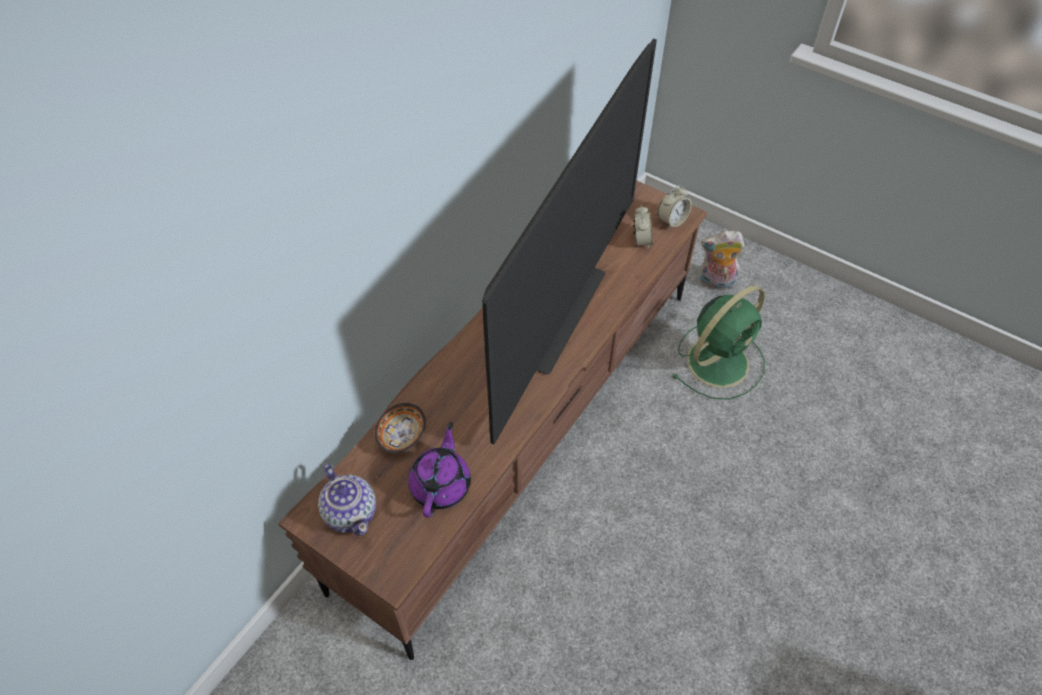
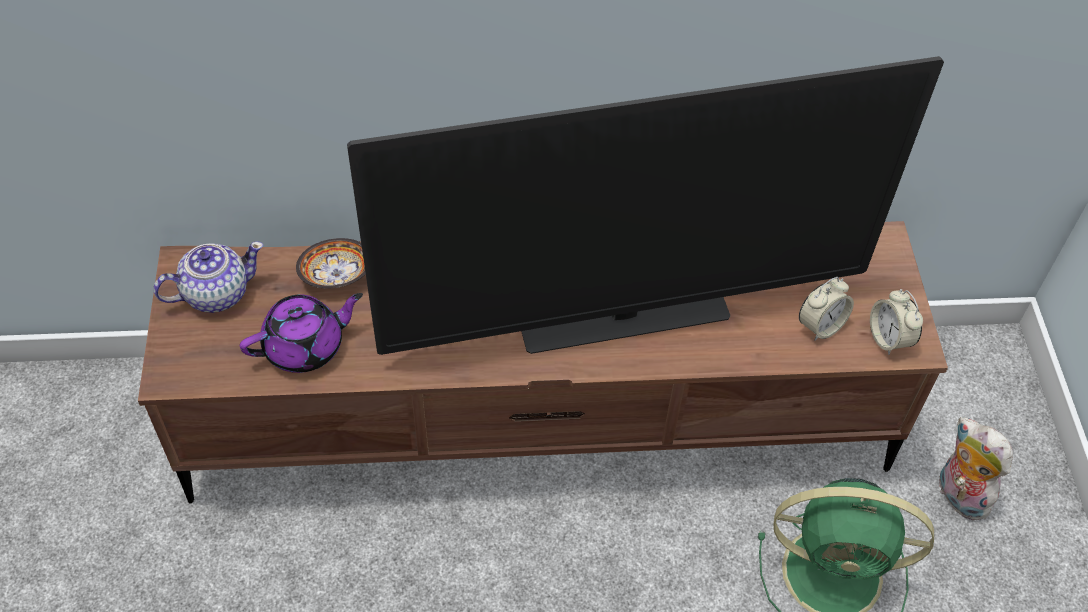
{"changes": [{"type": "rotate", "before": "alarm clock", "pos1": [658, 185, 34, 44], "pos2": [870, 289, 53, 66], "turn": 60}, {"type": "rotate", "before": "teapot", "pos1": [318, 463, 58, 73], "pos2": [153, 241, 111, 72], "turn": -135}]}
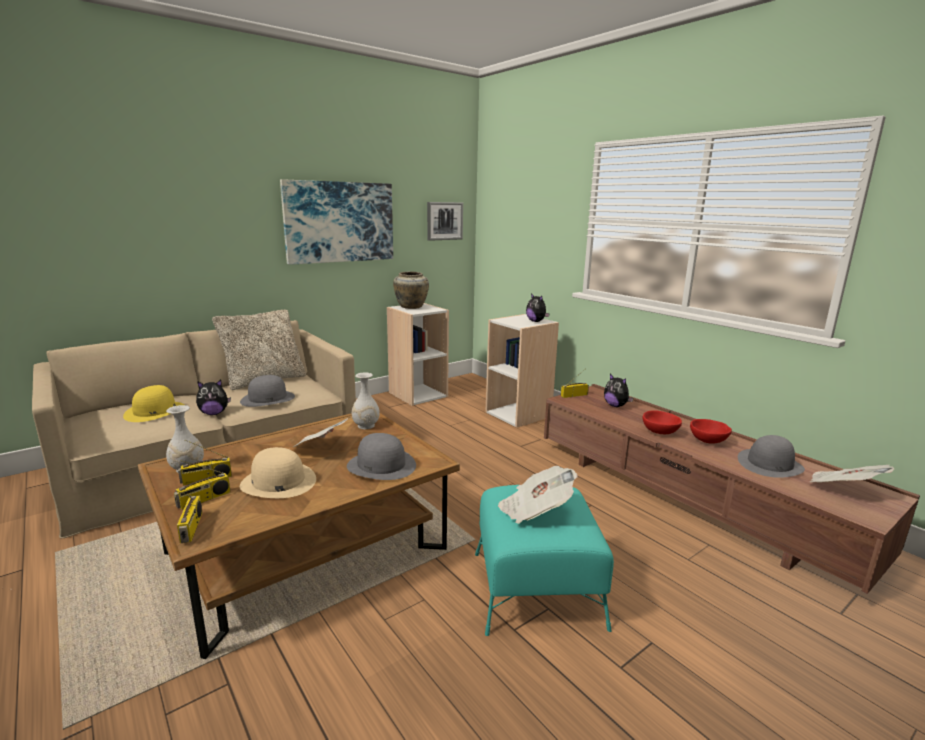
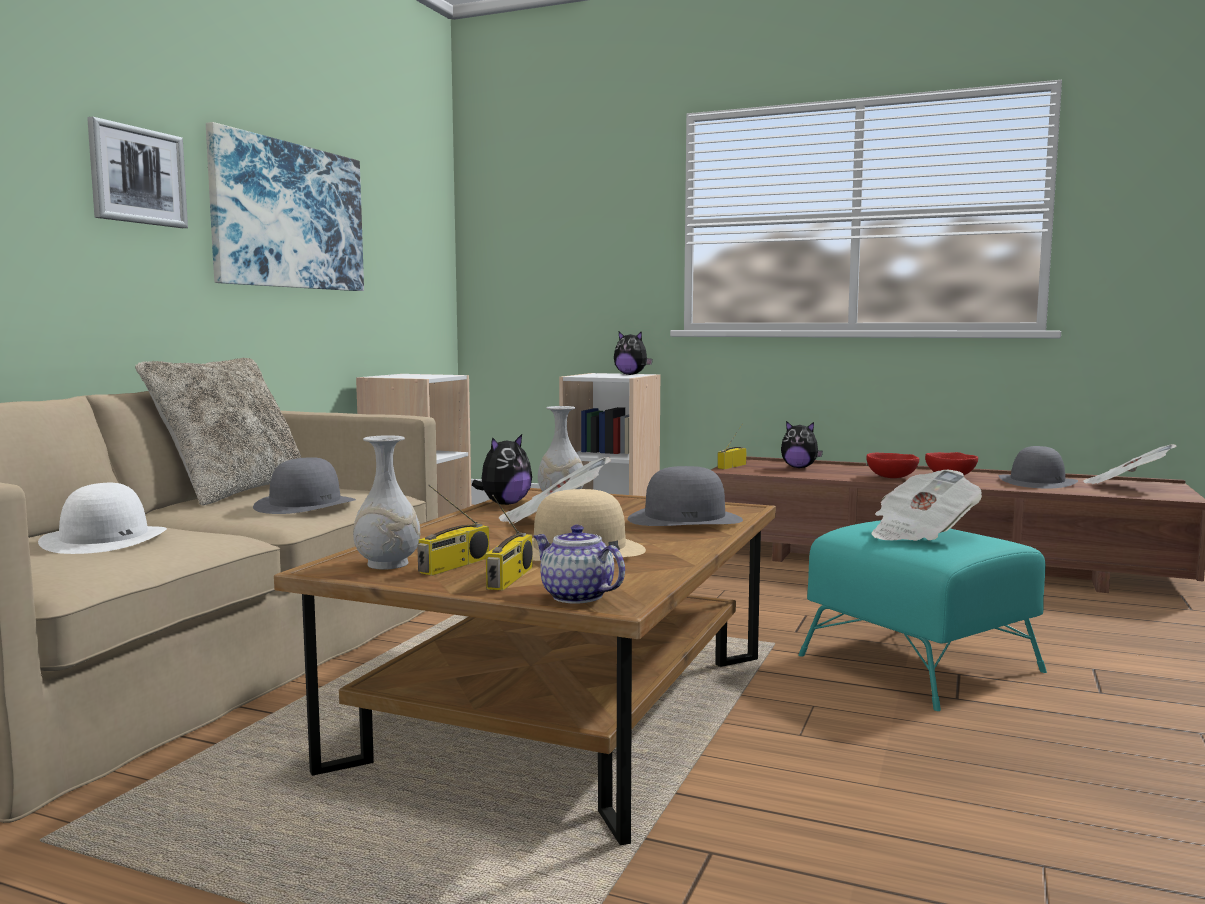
{"changes": [{"type": "move", "before": "picture", "pos1": [427, 202, 36, 39], "pos2": [87, 117, 101, 111]}, {"type": "delete", "before": "beige vase", "pos1": [393, 271, 36, 38]}, {"type": "move", "before": "plush toy", "pos1": [196, 380, 35, 35], "pos2": [472, 434, 60, 71]}, {"type": "recolor", "before": "yellow hat", "after": "white hat", "pos1": [123, 385, 61, 37], "pos2": [38, 483, 129, 71]}, {"type": "replace", "before": "radio", "after": "teapot", "pos1": [175, 490, 27, 53], "pos2": [534, 525, 91, 79]}]}
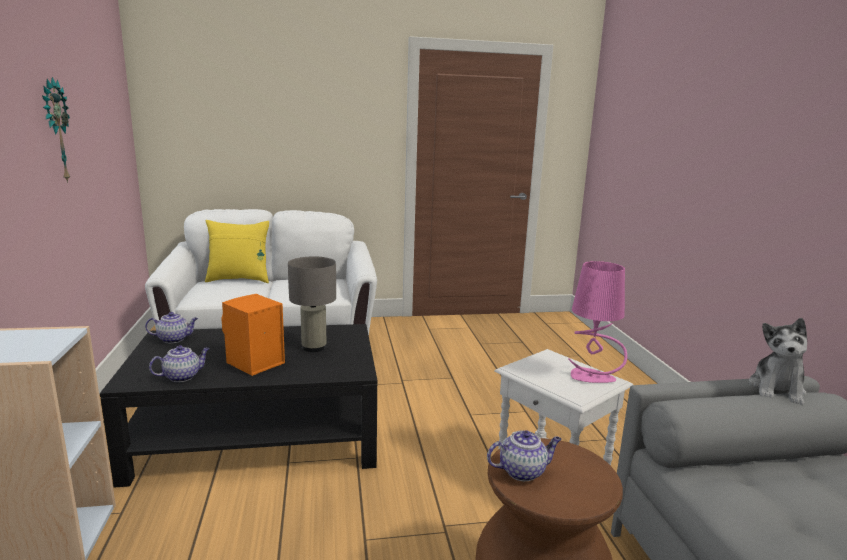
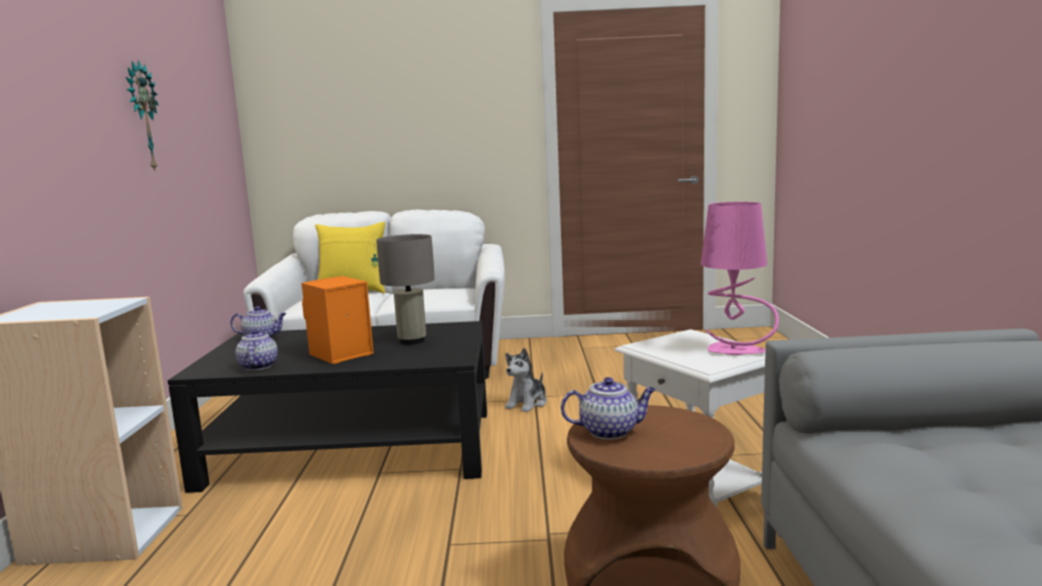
{"changes": [{"type": "move", "before": "plush toy", "pos1": [749, 318, 58, 87], "pos2": [505, 348, 42, 64]}, {"type": "rotate", "before": "teapot", "pos1": [149, 345, 61, 37], "pos2": [236, 329, 42, 41], "turn": -75}]}
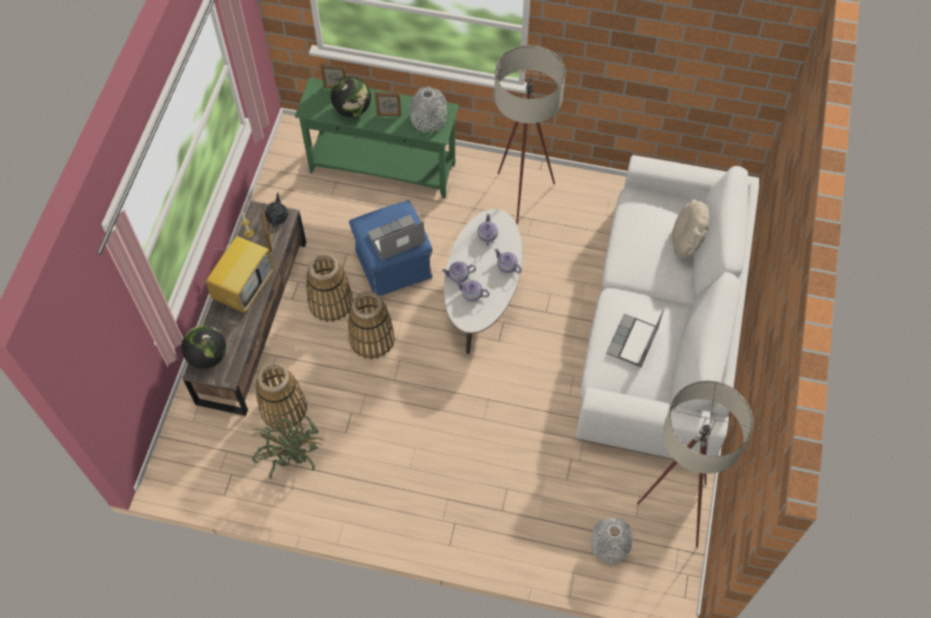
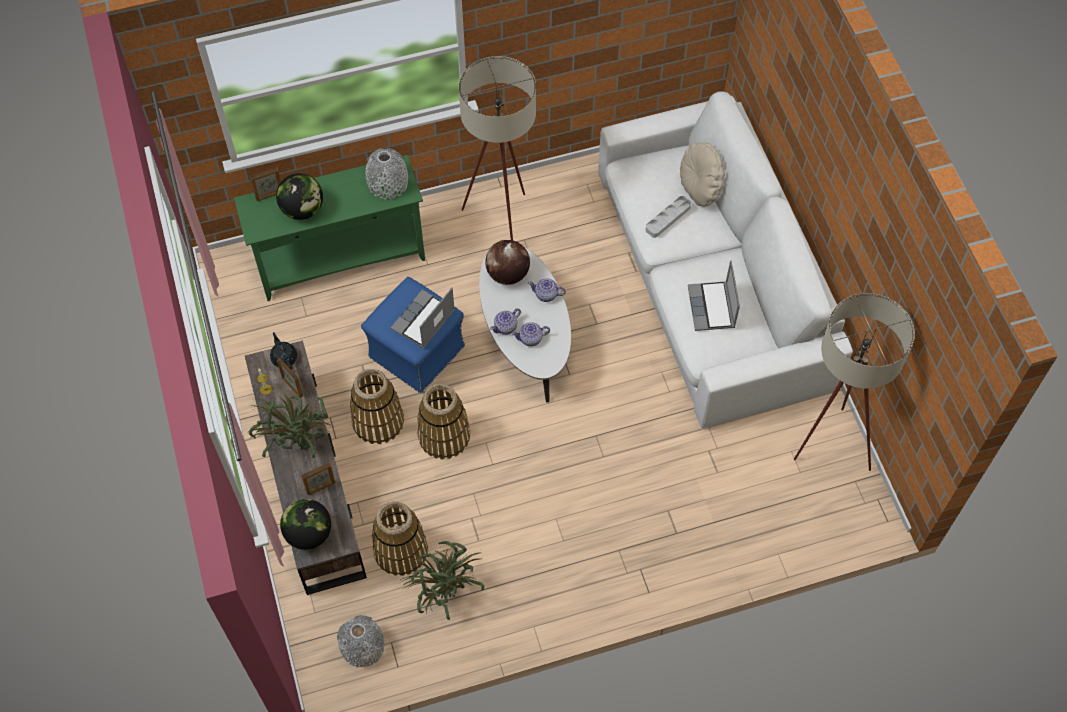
{"changes": [{"type": "move", "before": "picture frame", "pos1": [375, 92, 26, 24], "pos2": [301, 462, 34, 33]}, {"type": "replace", "before": "teapot", "after": "globe", "pos1": [478, 213, 20, 33], "pos2": [485, 240, 45, 45]}, {"type": "replace", "before": "television", "after": "potted plant", "pos1": [206, 226, 68, 87], "pos2": [248, 392, 85, 66]}, {"type": "move", "before": "grey vase", "pos1": [591, 518, 41, 46], "pos2": [337, 615, 48, 52]}, {"type": "insert", "after": "grey tray", "pos2": [646, 196, 45, 42]}]}
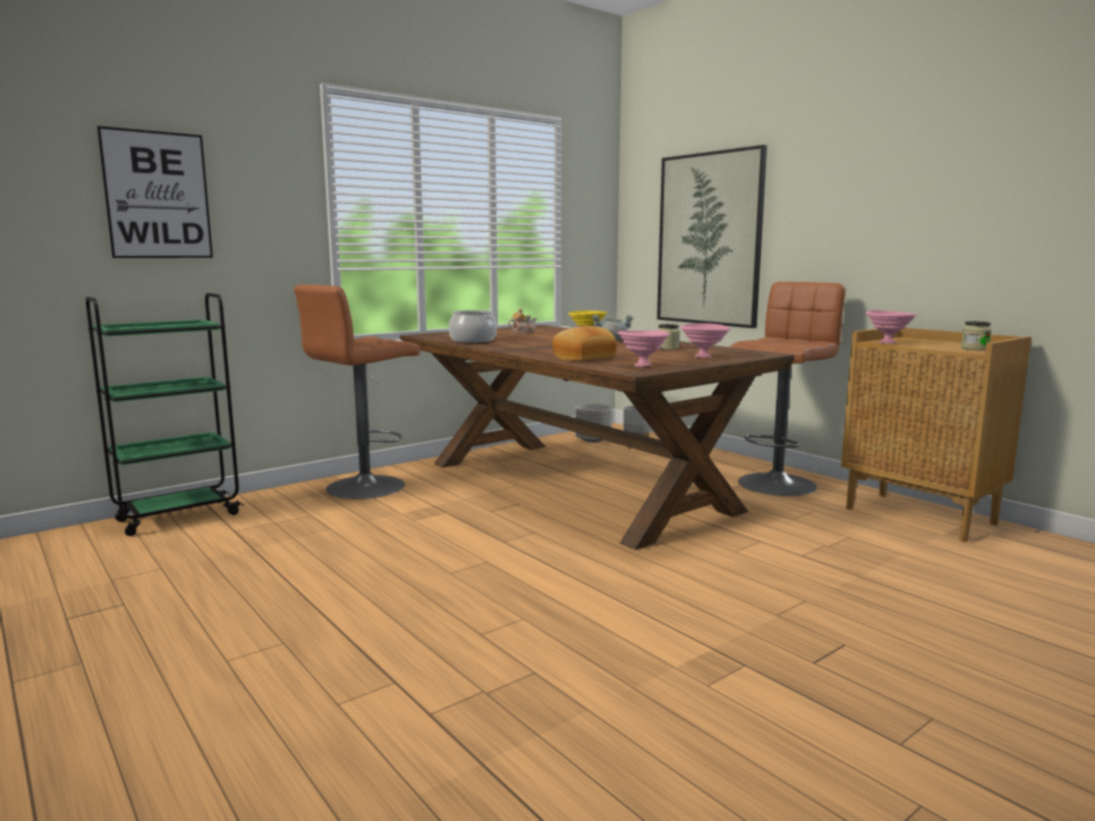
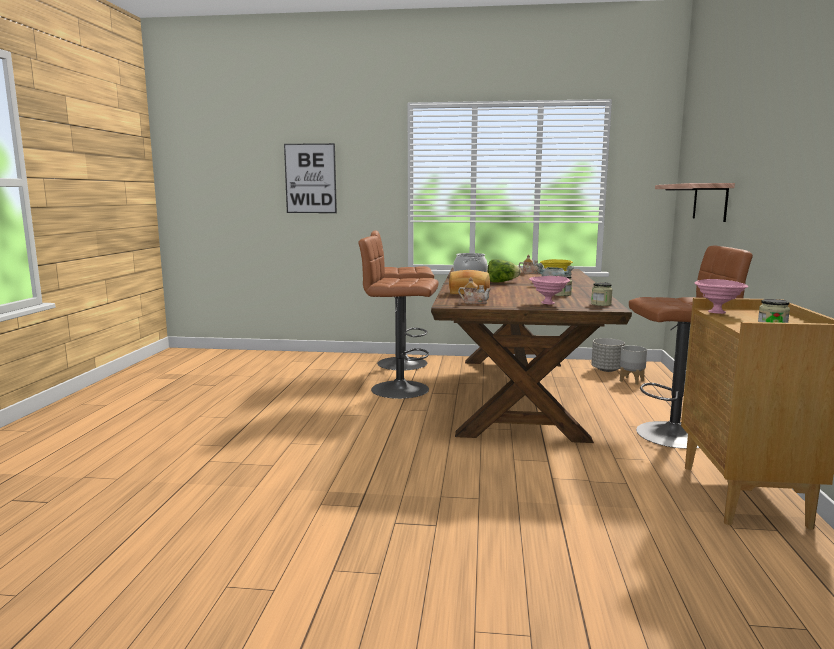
{"changes": [{"type": "replace", "before": "picture", "after": "shelf", "pos1": [657, 145, 110, 183], "pos2": [655, 183, 80, 39]}, {"type": "delete", "before": "green cart", "pos1": [86, 293, 159, 243]}, {"type": "replace", "before": "pink bowl", "after": "teapot", "pos1": [617, 330, 54, 37], "pos2": [458, 277, 33, 27]}, {"type": "insert", "after": "brown stool", "pos2": [358, 236, 81, 163]}, {"type": "insert", "after": "lettuce", "pos2": [487, 259, 34, 24]}, {"type": "insert", "after": "jar", "pos2": [591, 282, 22, 24]}]}
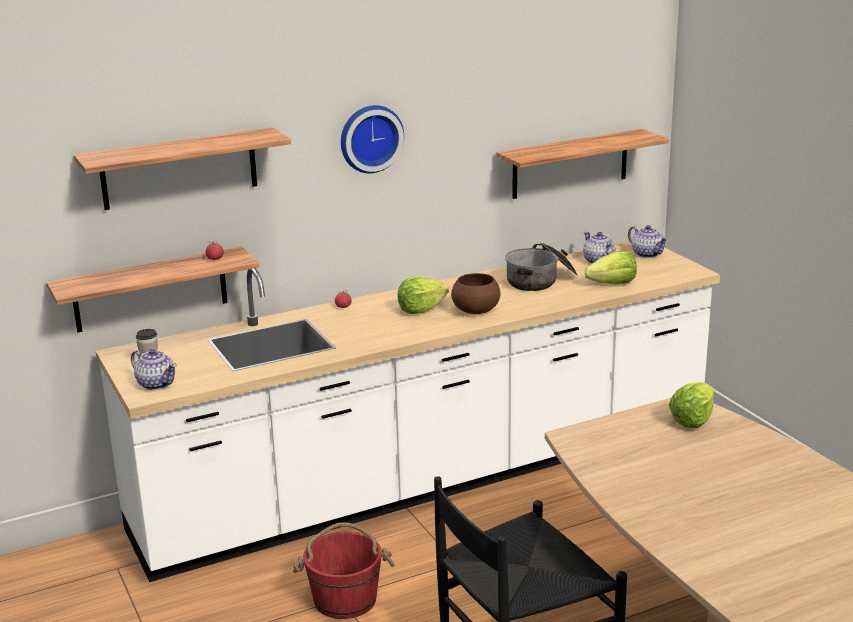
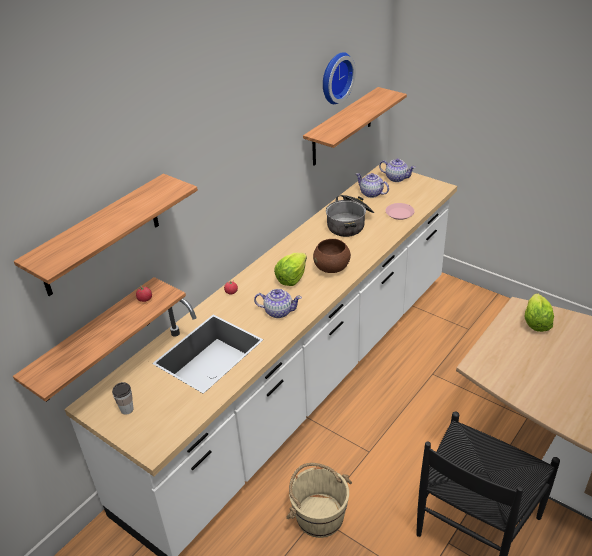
{"changes": [{"type": "move", "before": "wall clock", "pos1": [341, 105, 63, 68], "pos2": [323, 52, 33, 52]}, {"type": "replace", "before": "lettuce", "after": "pink plate", "pos1": [585, 251, 52, 33], "pos2": [385, 203, 29, 17]}, {"type": "move", "before": "teapot", "pos1": [131, 349, 46, 41], "pos2": [254, 289, 48, 29]}, {"type": "recolor", "before": "red bucket", "after": "beige bucket", "pos1": [293, 522, 102, 97], "pos2": [286, 463, 66, 75]}]}
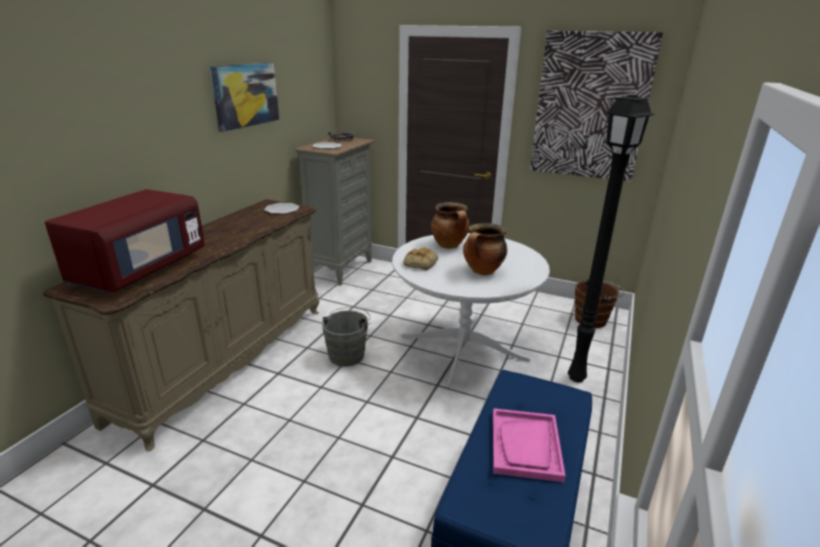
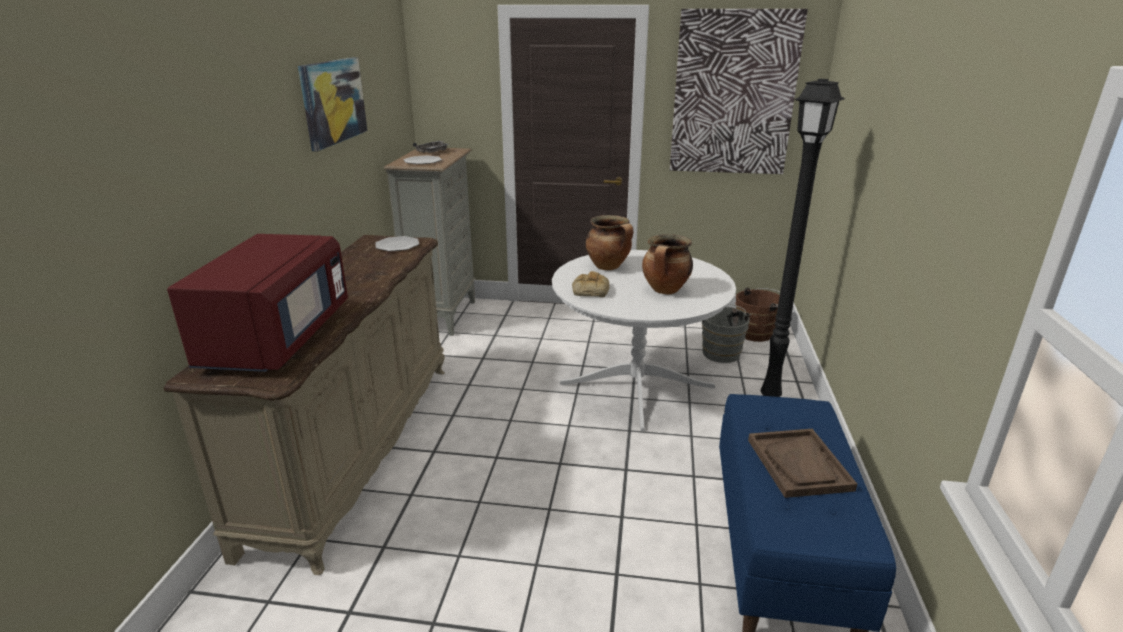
{"changes": [{"type": "move", "before": "grey bucket", "pos1": [322, 307, 49, 60], "pos2": [702, 304, 49, 59]}, {"type": "recolor", "before": "pink tray", "after": "brown tray", "pos1": [493, 408, 72, 74], "pos2": [748, 429, 109, 69]}]}
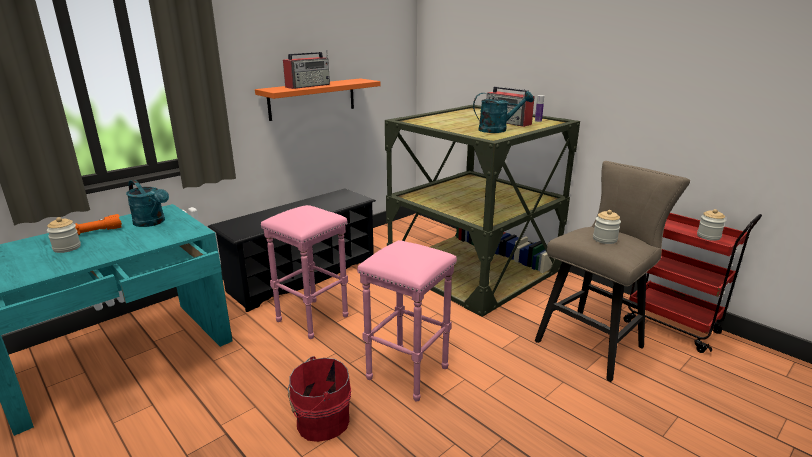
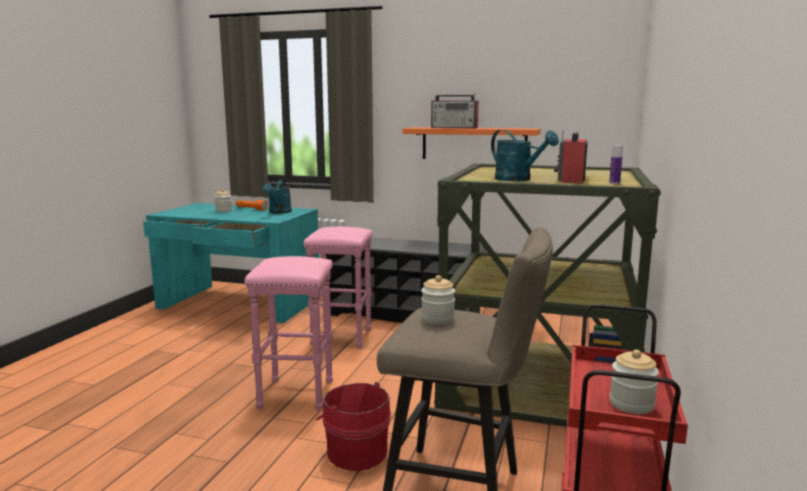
{"changes": [{"type": "move", "before": "red bucket", "pos1": [288, 356, 63, 86], "pos2": [316, 382, 75, 89]}]}
